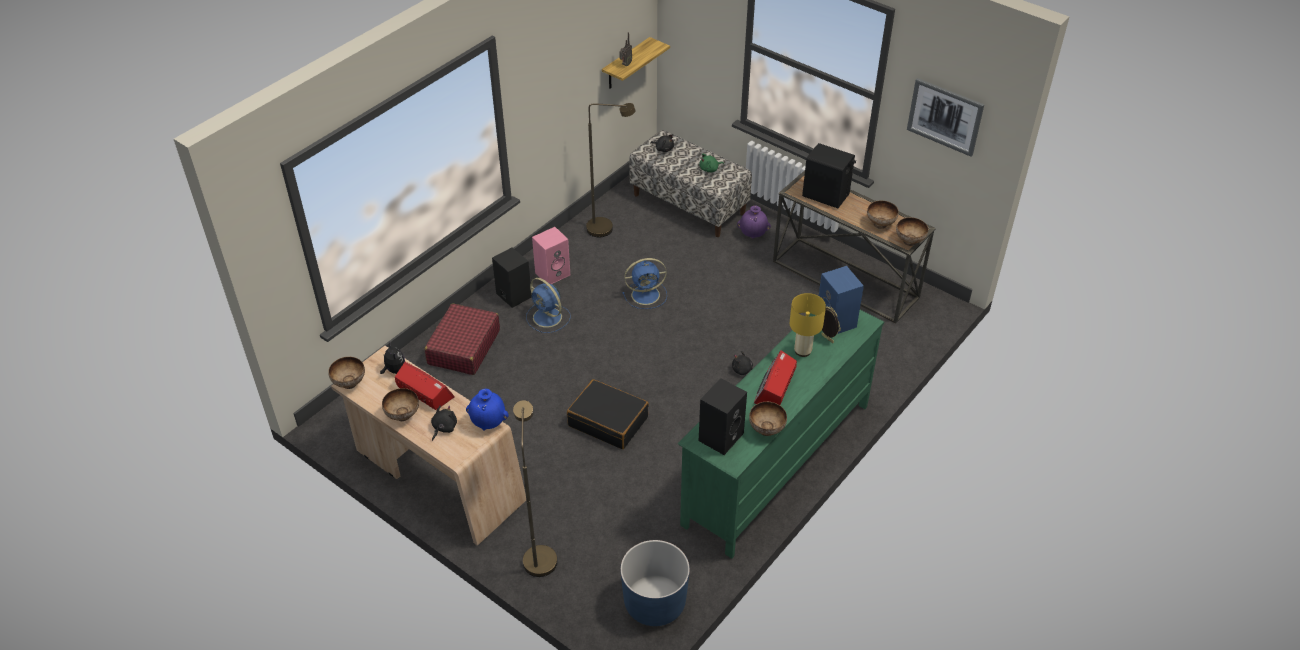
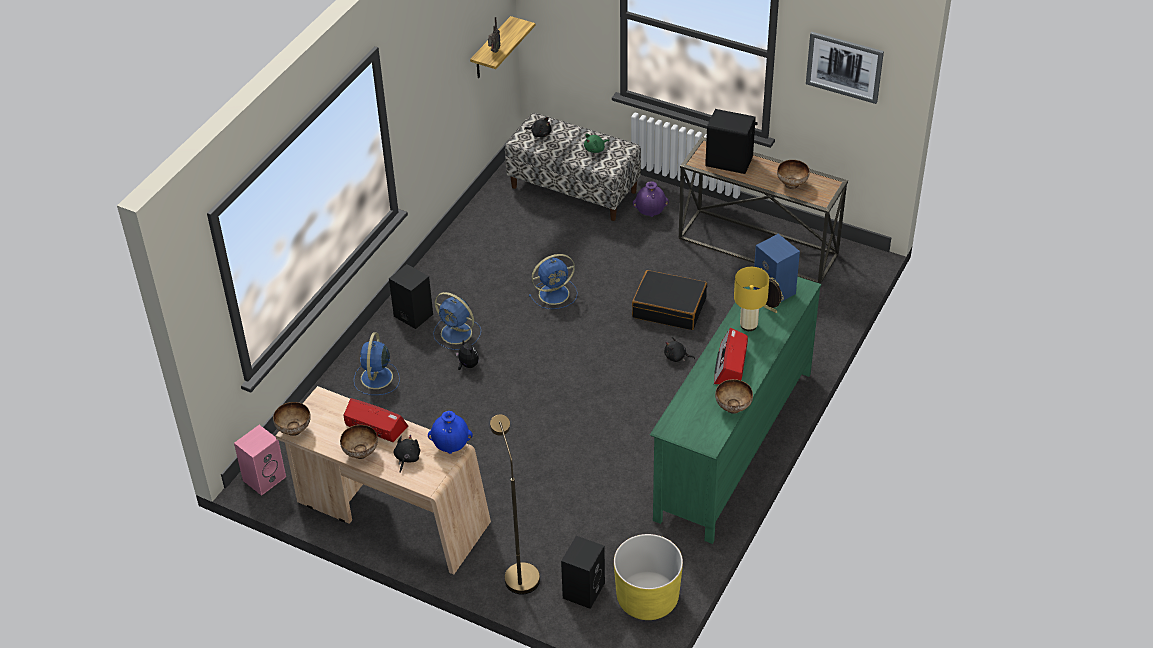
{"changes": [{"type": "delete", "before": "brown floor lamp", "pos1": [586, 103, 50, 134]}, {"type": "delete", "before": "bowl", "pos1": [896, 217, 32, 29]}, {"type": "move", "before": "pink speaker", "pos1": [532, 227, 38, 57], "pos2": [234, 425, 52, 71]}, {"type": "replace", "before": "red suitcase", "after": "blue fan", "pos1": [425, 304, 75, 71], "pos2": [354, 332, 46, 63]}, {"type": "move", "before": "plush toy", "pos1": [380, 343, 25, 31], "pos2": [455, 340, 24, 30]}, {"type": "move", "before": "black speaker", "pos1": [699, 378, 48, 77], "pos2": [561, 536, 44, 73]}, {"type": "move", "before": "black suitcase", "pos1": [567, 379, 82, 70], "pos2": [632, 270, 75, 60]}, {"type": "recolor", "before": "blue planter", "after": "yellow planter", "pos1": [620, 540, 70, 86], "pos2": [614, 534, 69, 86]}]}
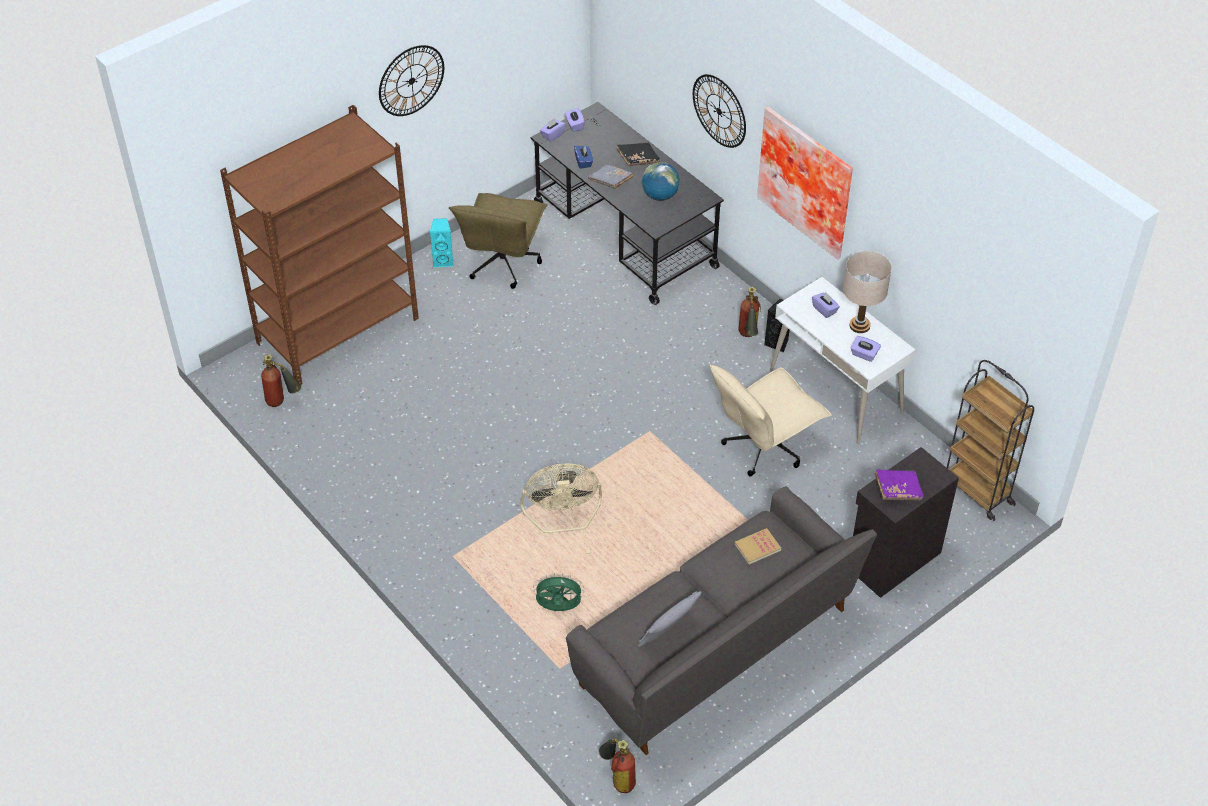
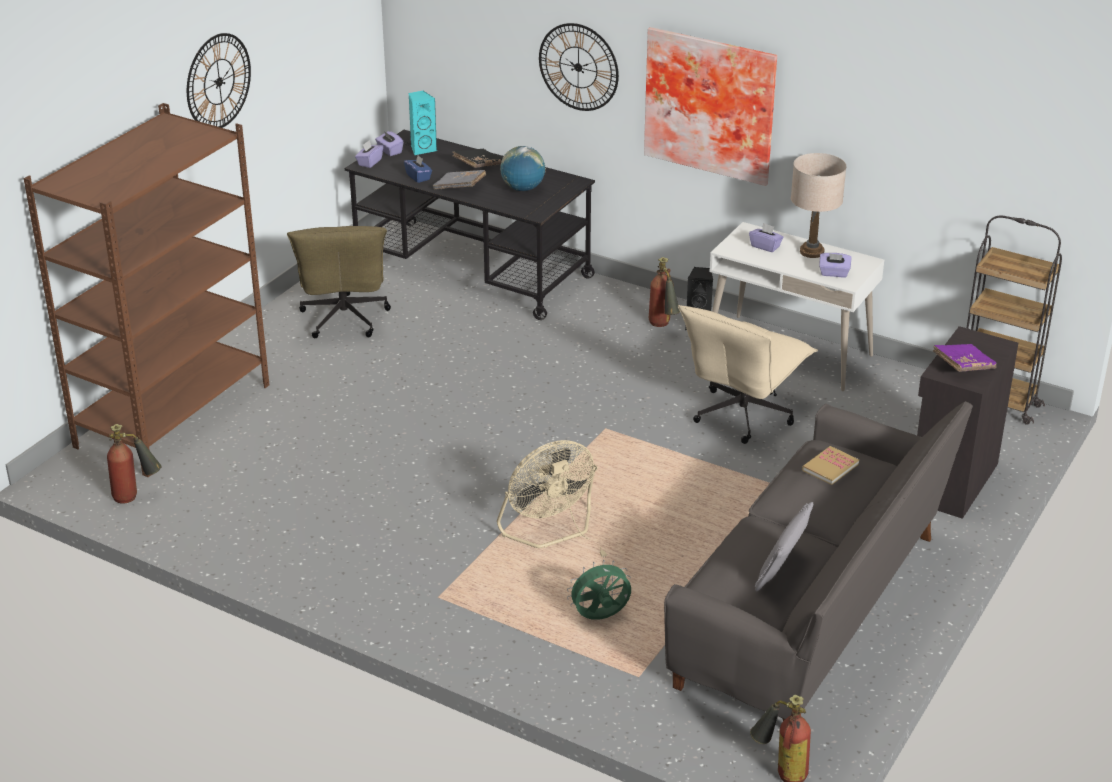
{"changes": [{"type": "move", "before": "turquoise speaker", "pos1": [430, 218, 24, 50], "pos2": [408, 90, 29, 65]}]}
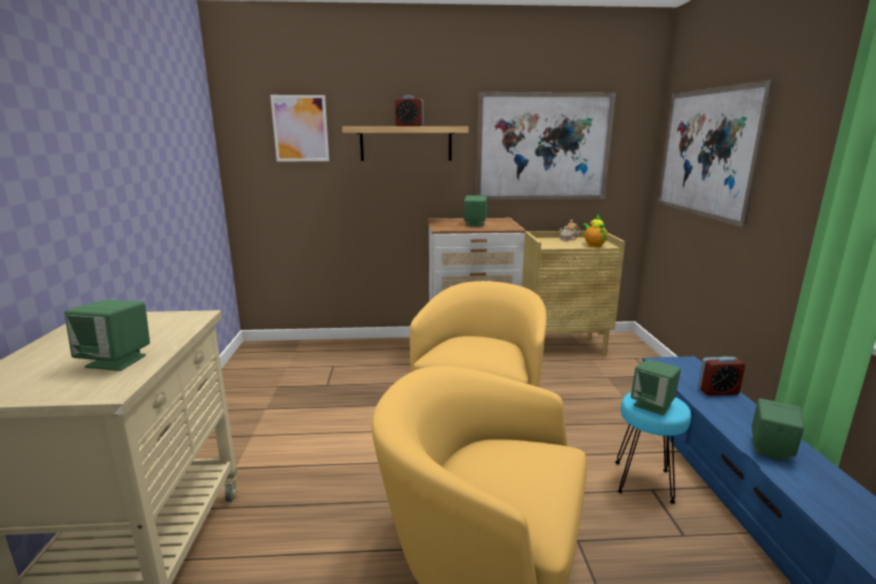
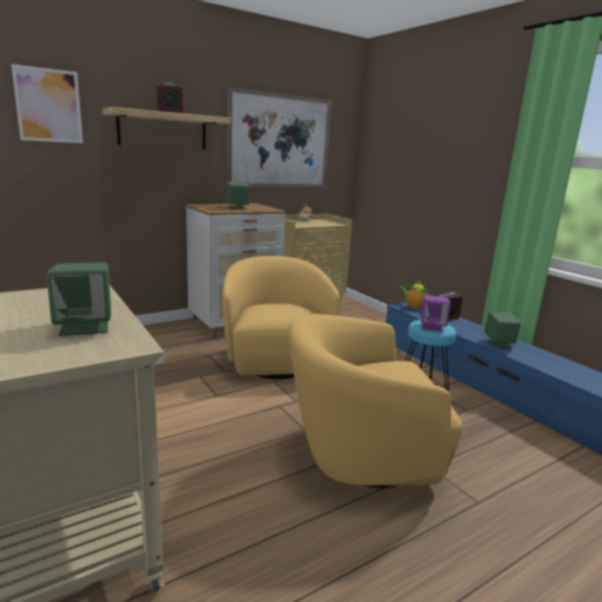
{"changes": [{"type": "delete", "before": "picture", "pos1": [657, 79, 118, 148]}, {"type": "move", "before": "teapot", "pos1": [583, 215, 25, 32], "pos2": [399, 280, 30, 29]}, {"type": "recolor", "before": "green speaker", "after": "purple speaker", "pos1": [631, 359, 50, 57], "pos2": [421, 295, 30, 37]}]}
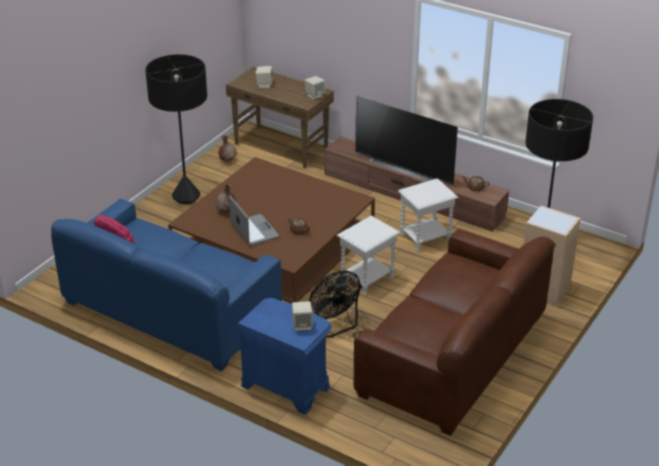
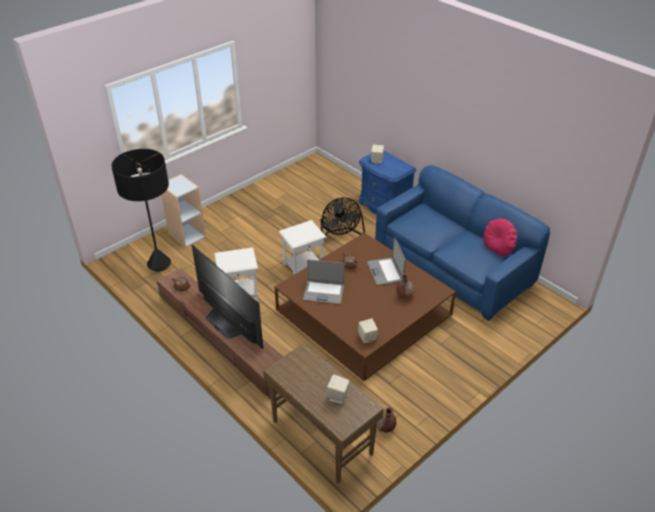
{"changes": [{"type": "delete", "before": "black floor lamp", "pos1": [145, 54, 62, 150]}, {"type": "move", "before": "beige speaker", "pos1": [305, 76, 20, 24], "pos2": [358, 318, 20, 25]}, {"type": "delete", "before": "brown sofa", "pos1": [353, 229, 202, 207]}, {"type": "insert", "after": "laptop", "pos2": [303, 260, 42, 44]}]}
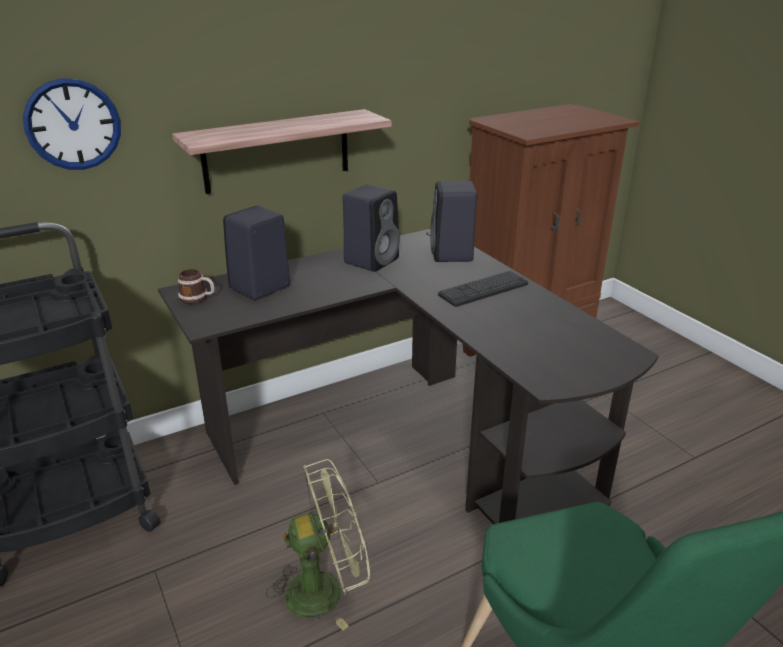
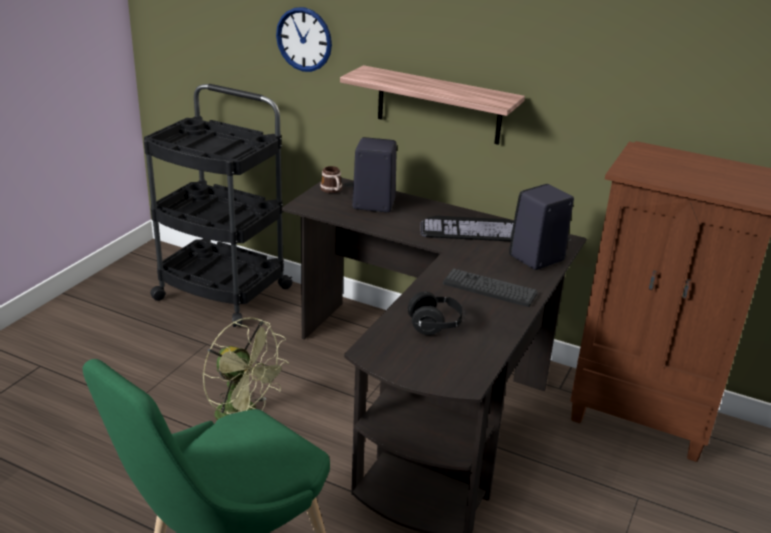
{"changes": [{"type": "replace", "before": "black speaker", "after": "keyboard", "pos1": [343, 184, 57, 88], "pos2": [421, 216, 93, 25]}, {"type": "insert", "after": "black headphones", "pos2": [408, 291, 57, 44]}]}
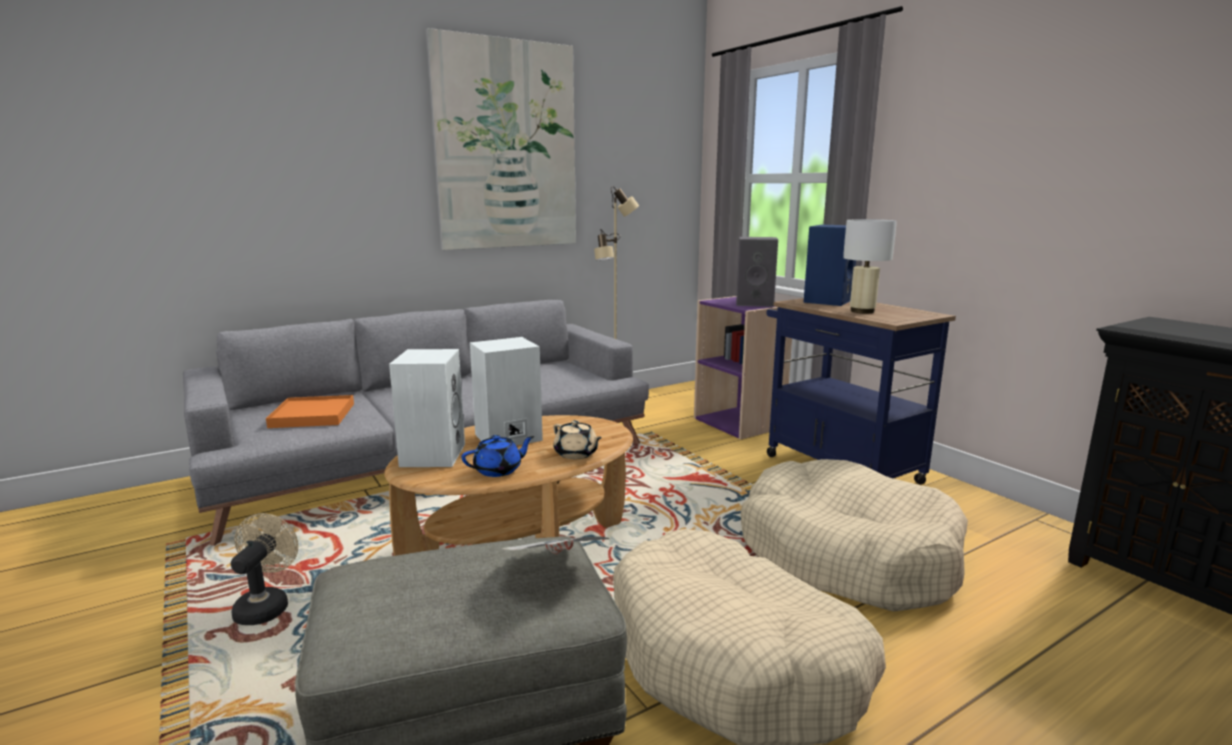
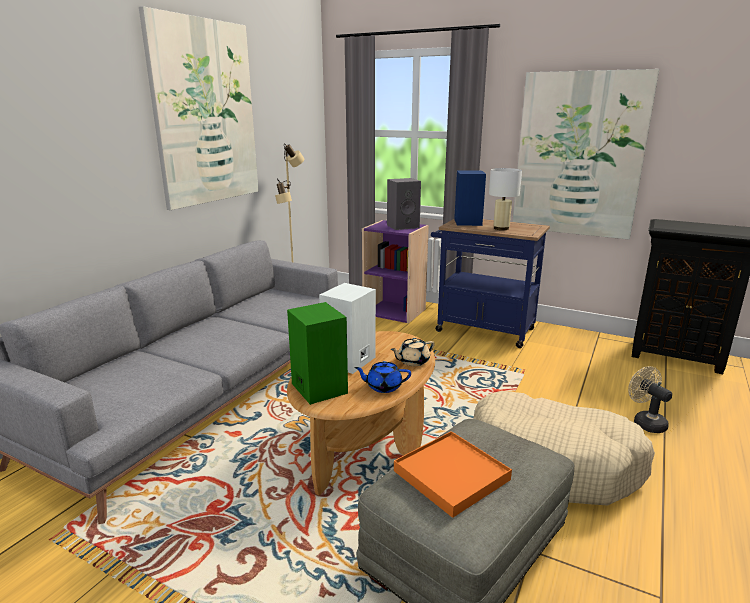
{"changes": [{"type": "recolor", "before": "white speaker", "after": "green speaker", "pos1": [389, 349, 76, 118], "pos2": [287, 302, 61, 103]}, {"type": "move", "before": "orange tray", "pos1": [266, 395, 88, 33], "pos2": [394, 431, 118, 87]}, {"type": "rotate", "before": "beige teapot", "pos1": [553, 420, 49, 39], "pos2": [390, 338, 45, 28], "turn": 135}, {"type": "rotate", "before": "blue teapot", "pos1": [462, 435, 72, 42], "pos2": [354, 361, 57, 32], "turn": -120}, {"type": "delete", "before": "beige dog bed", "pos1": [741, 459, 227, 153]}, {"type": "move", "before": "beige fan", "pos1": [231, 513, 67, 112], "pos2": [628, 366, 44, 67]}, {"type": "delete", "before": "newspaper", "pos1": [501, 537, 108, 17]}, {"type": "insert", "after": "picture", "pos2": [512, 69, 147, 171]}]}
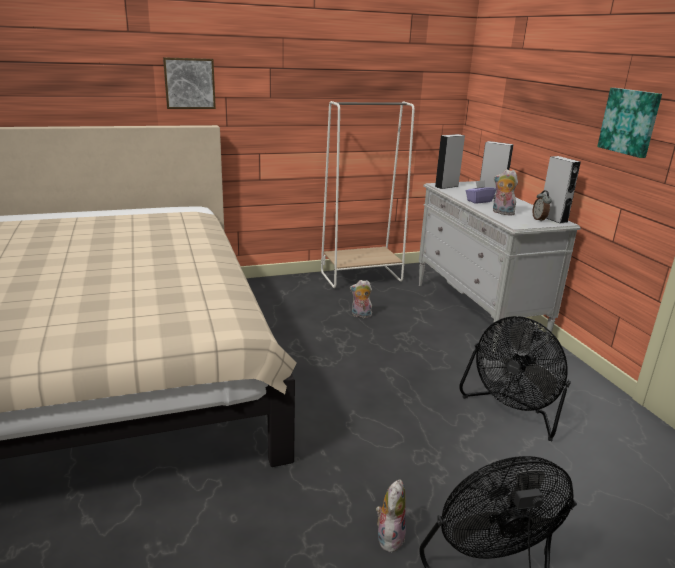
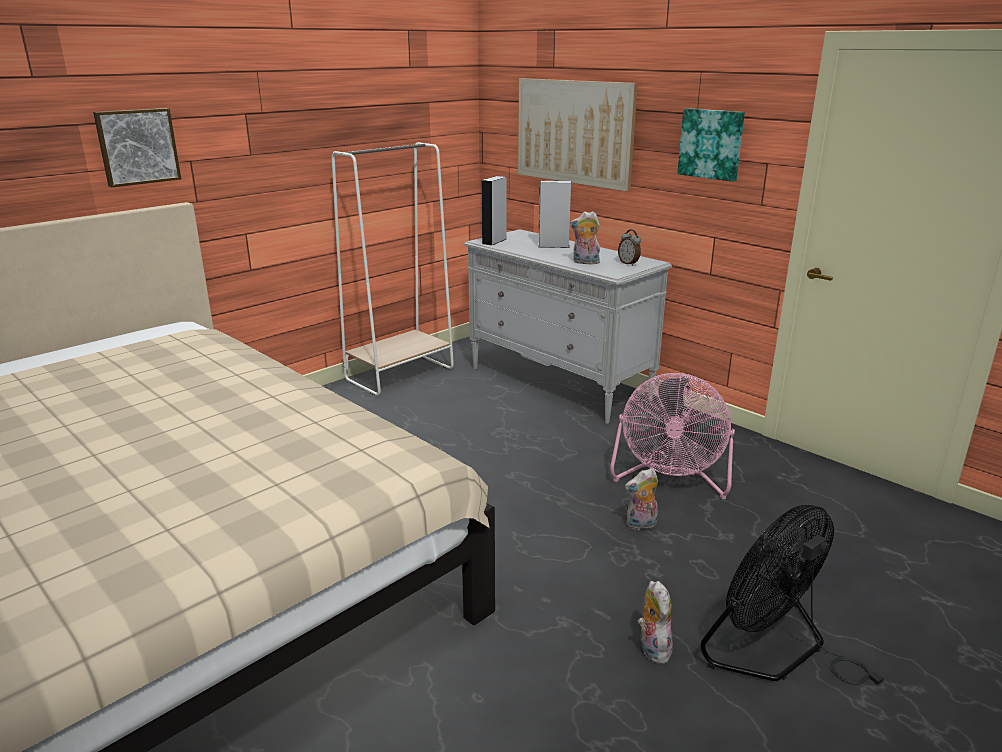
{"changes": [{"type": "delete", "before": "grey speaker", "pos1": [543, 156, 38, 68]}, {"type": "delete", "before": "purple tissue box", "pos1": [466, 180, 30, 24]}, {"type": "move", "before": "plush toy", "pos1": [350, 280, 22, 38], "pos2": [625, 468, 33, 62]}, {"type": "recolor", "before": "black fan", "after": "pink fan", "pos1": [459, 316, 112, 125], "pos2": [610, 373, 125, 126]}, {"type": "insert", "after": "picture", "pos2": [518, 78, 120, 114]}]}
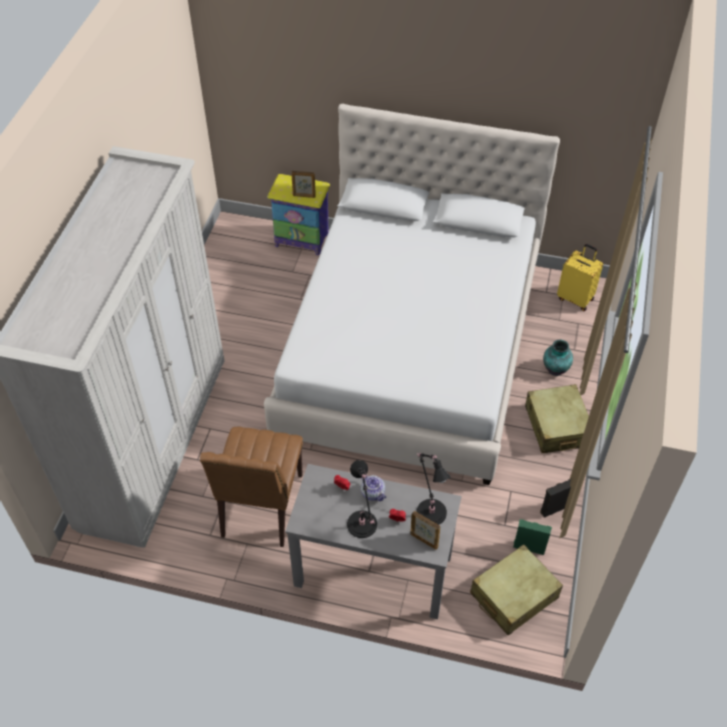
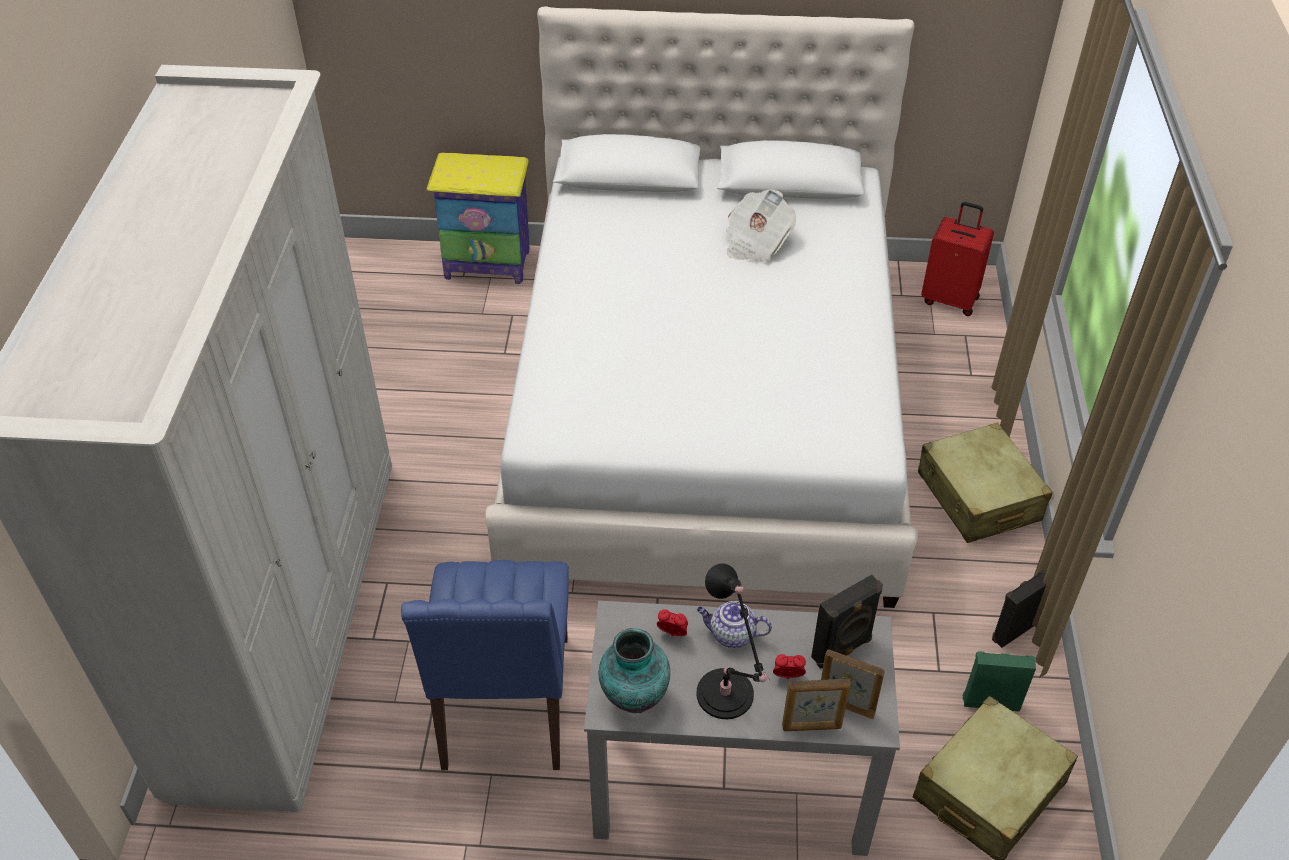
{"changes": [{"type": "move", "before": "picture frame", "pos1": [291, 171, 25, 27], "pos2": [782, 679, 69, 52]}, {"type": "recolor", "before": "yellow suitcase", "after": "red suitcase", "pos1": [557, 244, 46, 67], "pos2": [921, 202, 73, 114]}, {"type": "move", "before": "vase", "pos1": [543, 339, 30, 37], "pos2": [599, 628, 71, 85]}, {"type": "recolor", "before": "brown chair", "after": "blue chair", "pos1": [200, 427, 103, 120], "pos2": [401, 560, 168, 210]}, {"type": "replace", "before": "black table lamp", "after": "black speaker", "pos1": [417, 453, 34, 72], "pos2": [811, 575, 72, 94]}, {"type": "rotate", "before": "teapot", "pos1": [361, 475, 25, 26], "pos2": [697, 601, 75, 47], "turn": 150}, {"type": "insert", "after": "newspaper", "pos2": [726, 189, 70, 72]}]}
